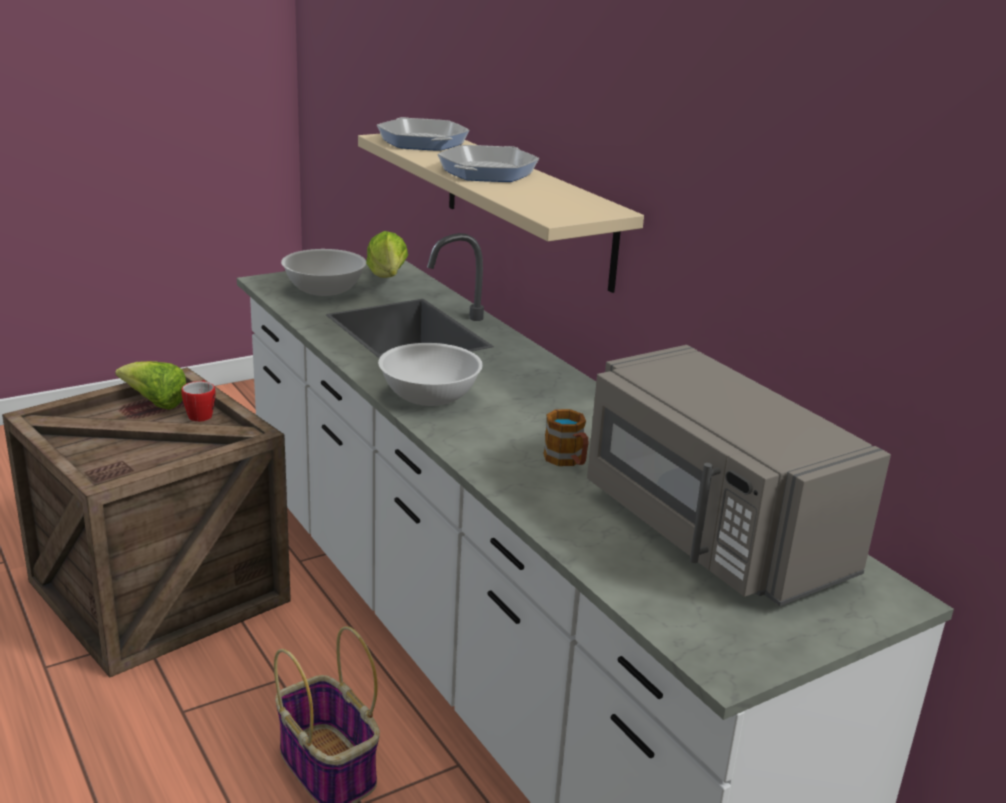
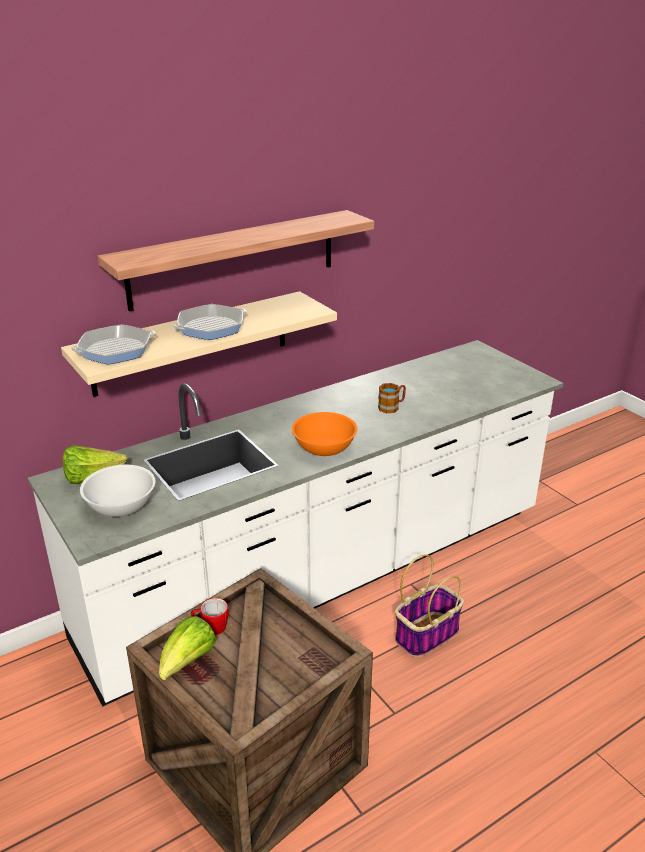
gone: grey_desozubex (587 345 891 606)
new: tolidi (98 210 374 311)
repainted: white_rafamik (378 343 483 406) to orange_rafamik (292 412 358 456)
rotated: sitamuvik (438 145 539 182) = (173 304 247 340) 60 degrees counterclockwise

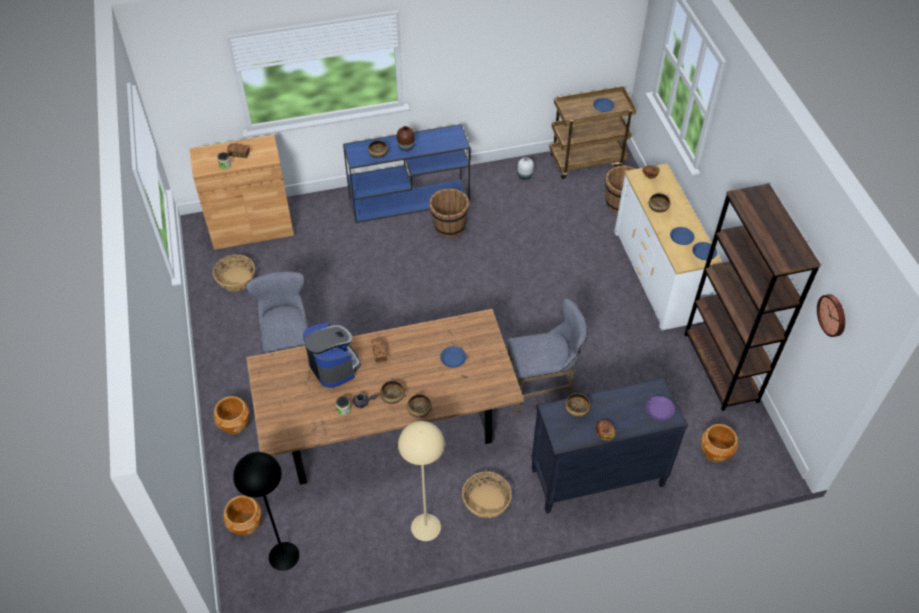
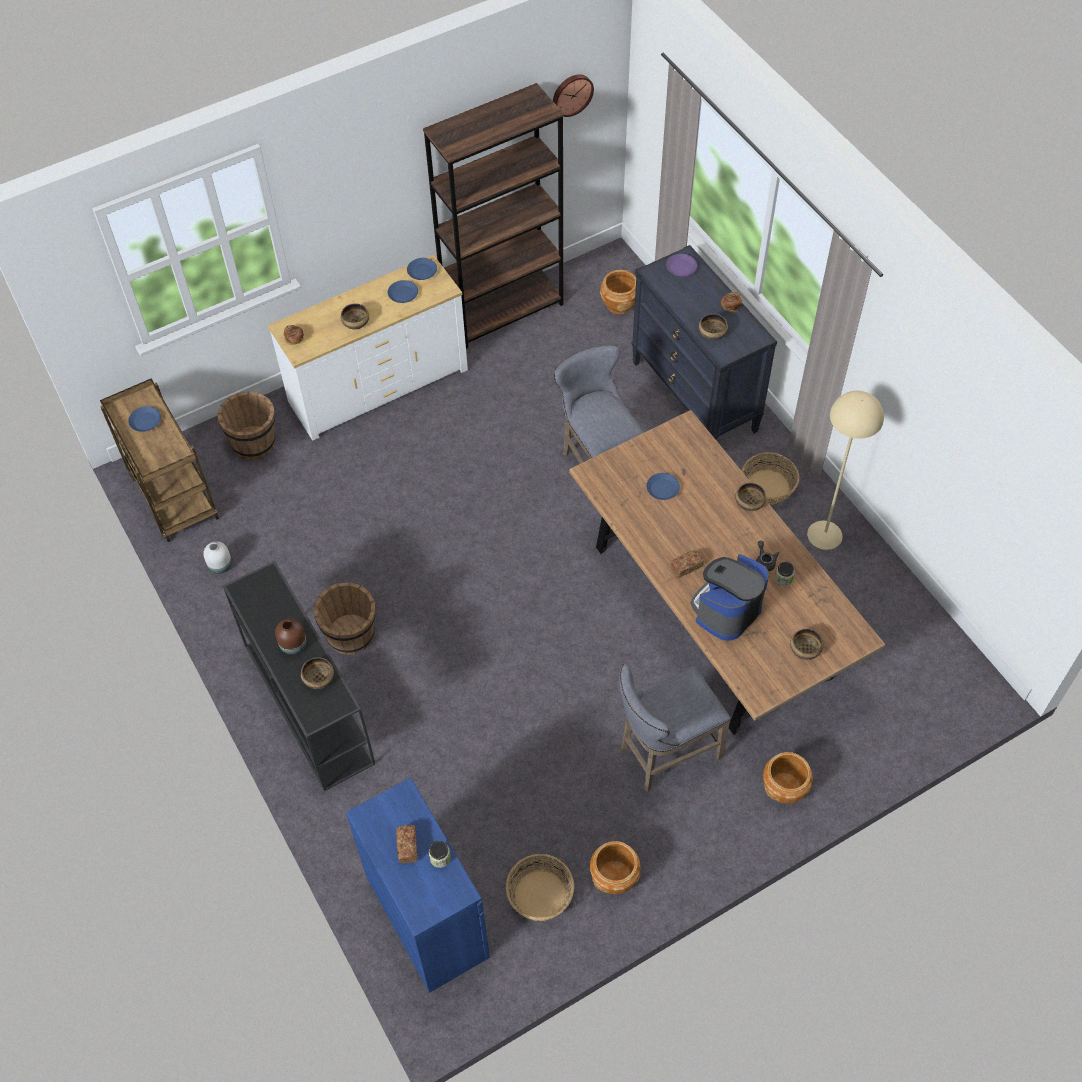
gone: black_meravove (233 452 299 571)
shifted: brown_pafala (223 495 262 536) to (590 841 641 894); rafamik (380 381 405 404) to (790 628 823 660)
repainted: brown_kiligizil (189 135 294 250) to blue_kiligizil (346 777 490 993); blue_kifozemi (343 124 470 223) to black_kifozemi (223 561 375 791)

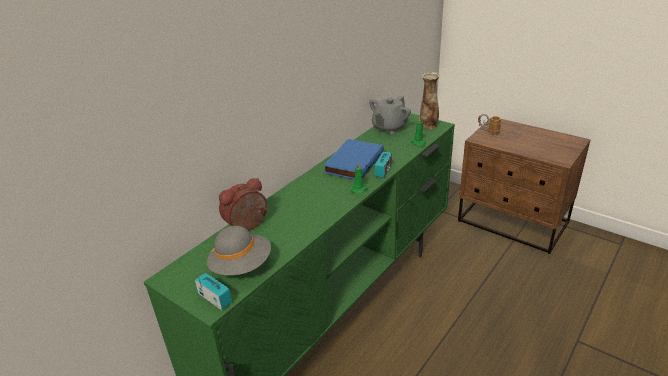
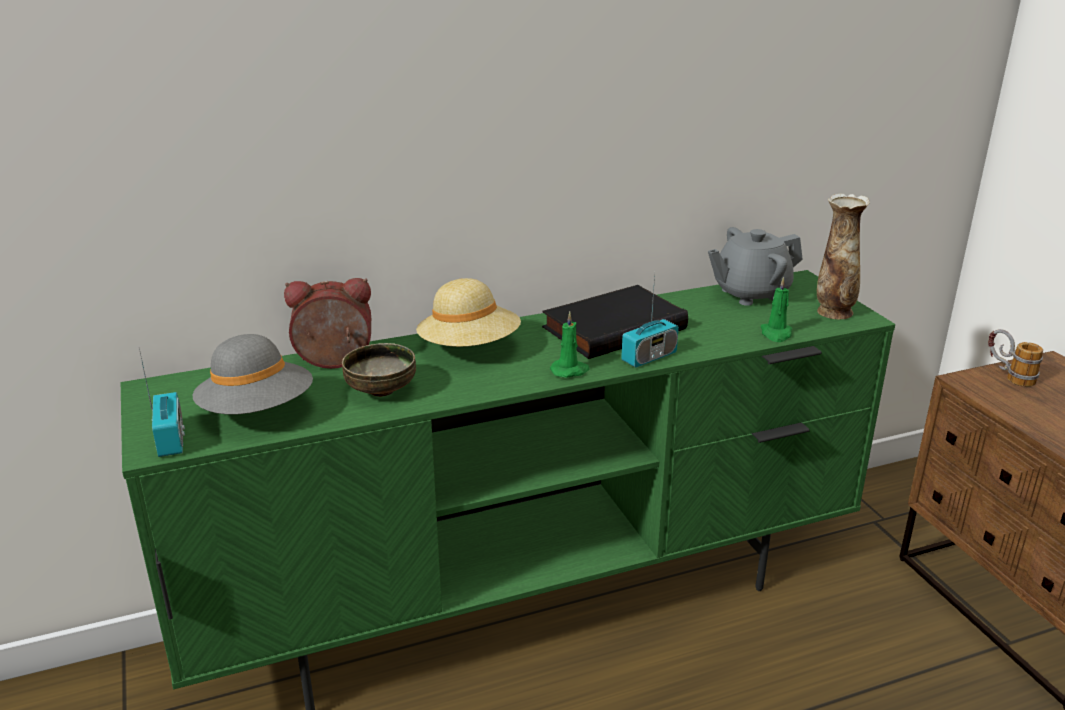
new: rafamik (342 343 416 397); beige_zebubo (416 278 521 347)
repainted: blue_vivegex (323 139 384 180) to black_vivegex (542 285 688 359)

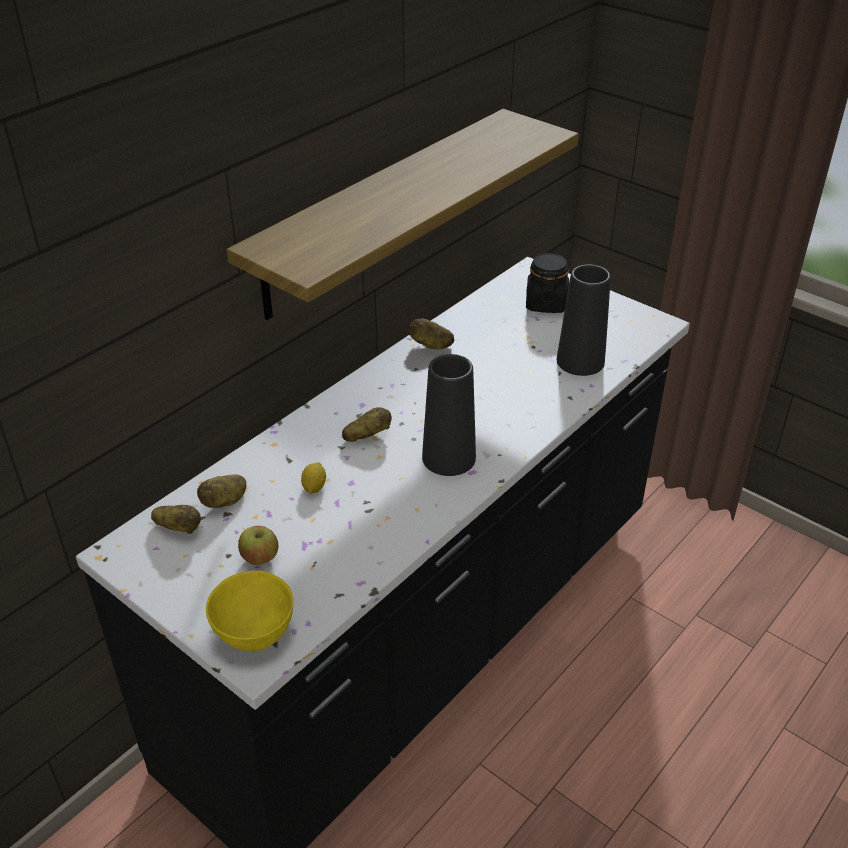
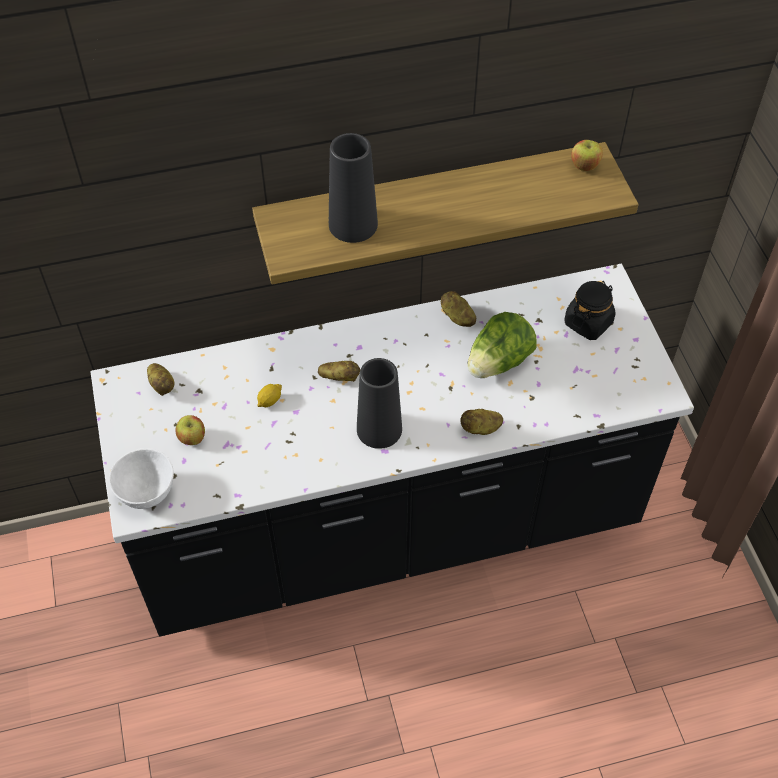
new: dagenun (468 312 537 378); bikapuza (571 140 603 171)
shifted: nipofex (197 475 246 508) to (460 409 503 435); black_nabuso (557 264 611 376) to (329 133 378 243)
repainted: yellow_rafamik (206 570 294 651) to white_rafamik (109 448 174 509)

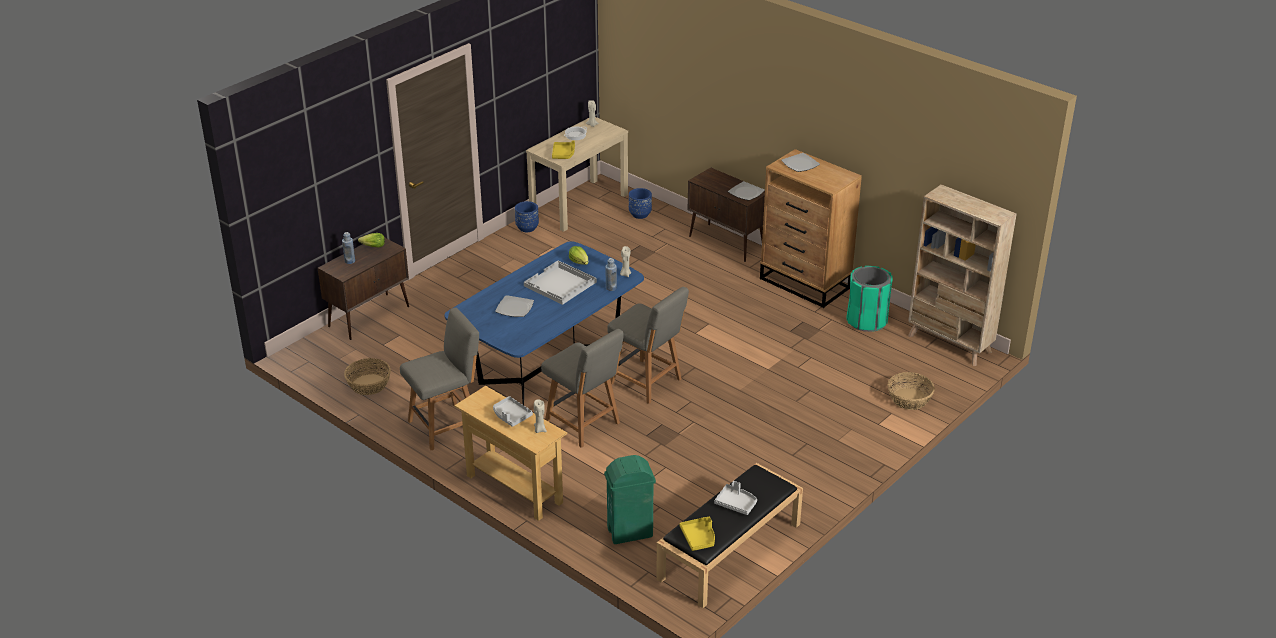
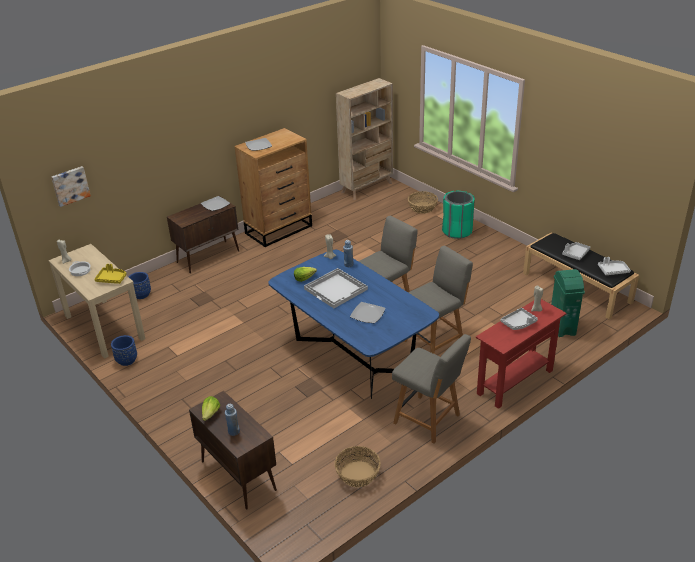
new: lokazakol (51 166 91 207)
shifted: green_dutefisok (846 266 893 332) to (442 191 475 239)
repainted: beige_kifozemi (455 386 567 521) to red_kifozemi (476 299 567 409); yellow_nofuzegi (680 517 715 551) to white_nofuzegi (598 257 631 275)
rotated: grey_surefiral (400 308 479 450) = (392 334 471 444) 150 degrees clockwise

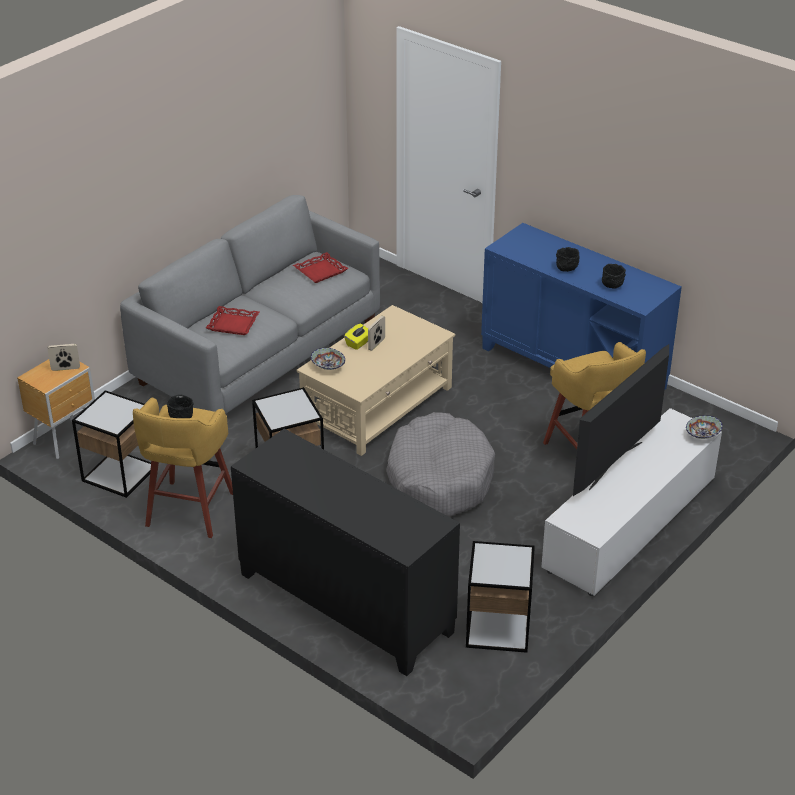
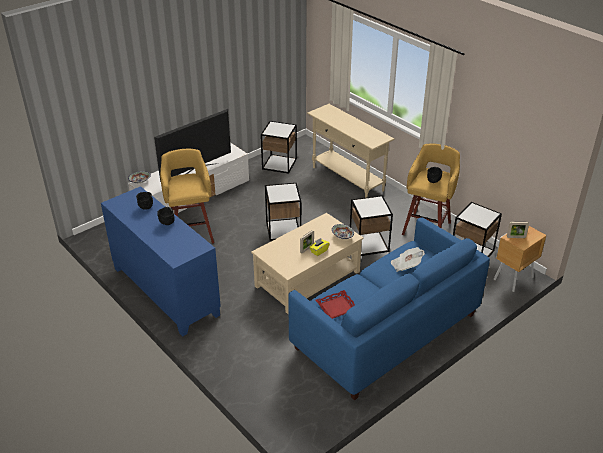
swapped: red_nofuzegi (206 306 259 335) to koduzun (390 247 425 272); black_kiligizil (231 429 460 676) to beige_kifozemi (307 104 395 198); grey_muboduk (386 412 495 517) to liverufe (265 183 301 241)
repainted: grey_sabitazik (120 195 380 414) to blue_sabitazik (288 217 490 400)

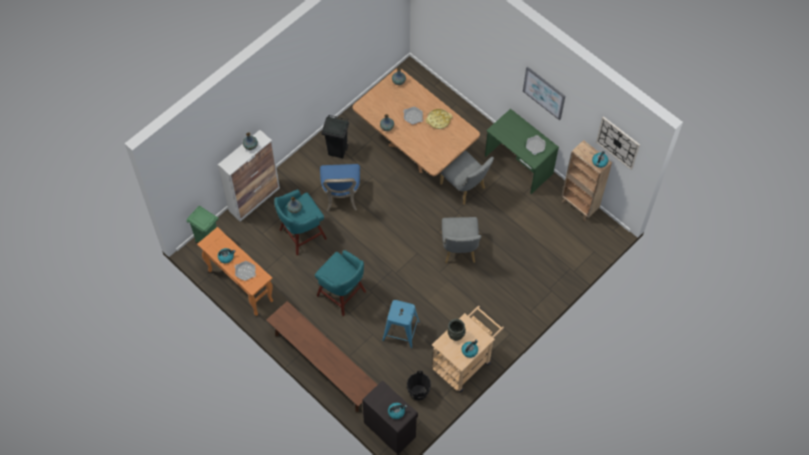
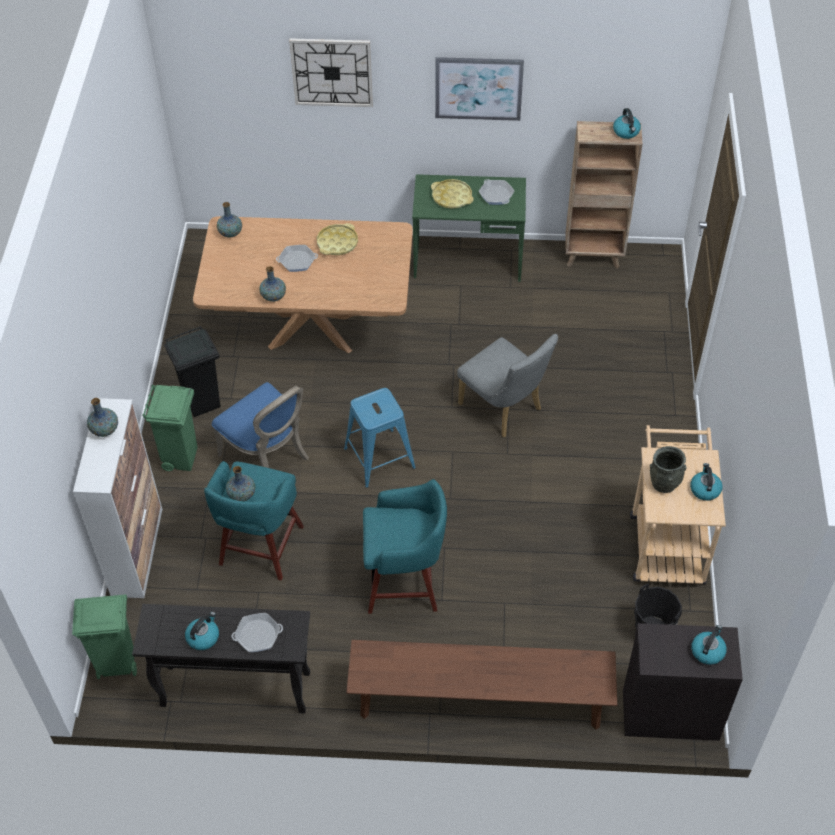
gone: grey_surefiral (440 150 494 205)
new: green_dutefisok (142 385 198 471); yellow_nofuzegi (431 179 474 209)
shifted: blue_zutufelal (382 300 420 348) to (344 388 416 488); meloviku (596 116 640 170) to (289 38 373 107)
repainted: orange_kifozemi (197 227 273 316) to black_kifozemi (132 604 310 714)

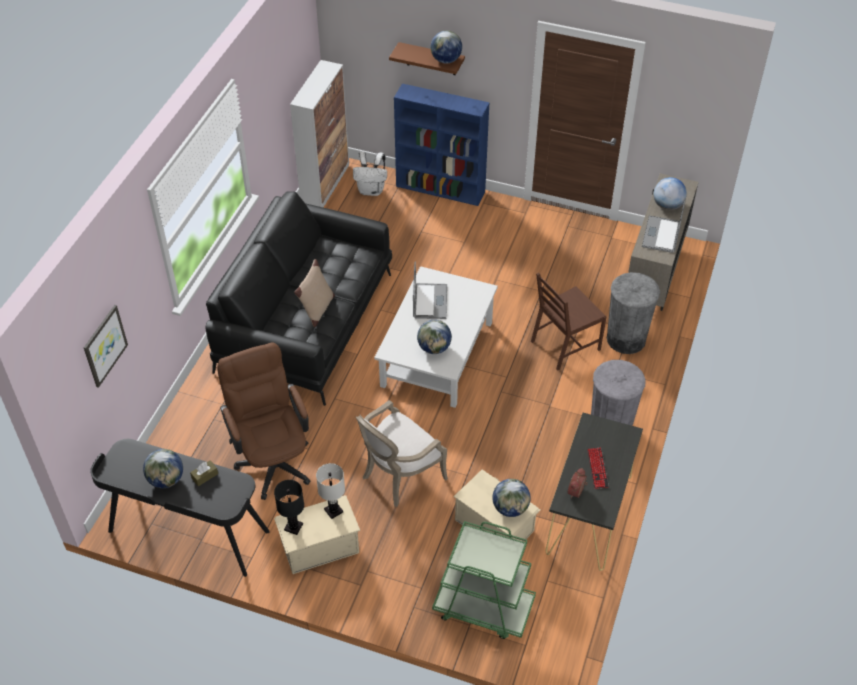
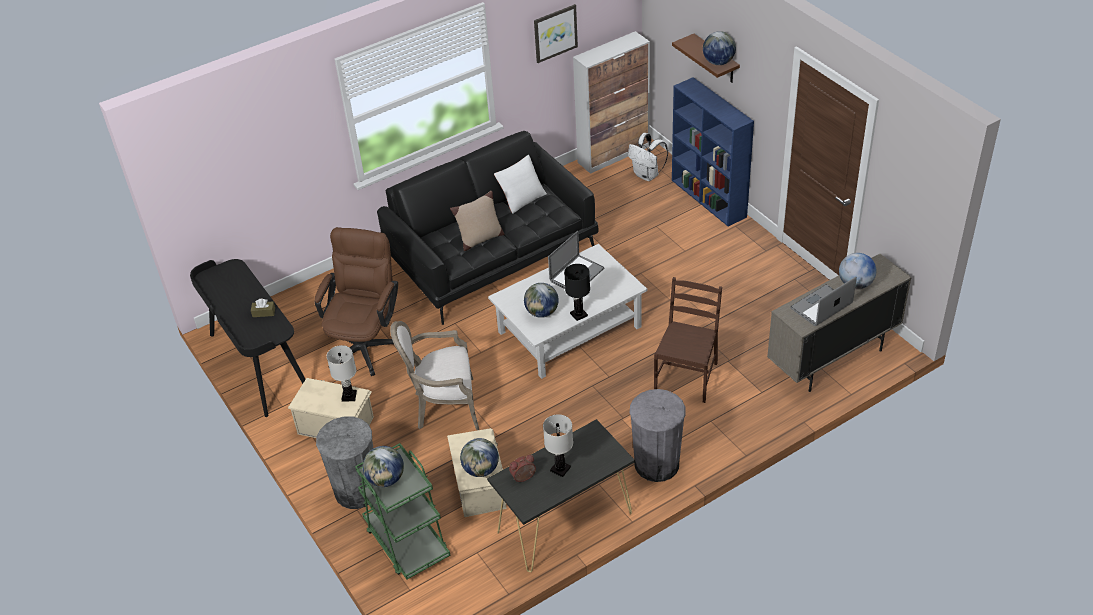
new: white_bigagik (494 155 547 214)
shifted: lokazakol (84 305 128 388) to (534 4 578 63); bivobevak (143 449 183 488) to (363 446 404 487); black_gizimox (274 480 304 535) to (564 264 590 321); grey_dutefisok (607 272 660 354) to (316 416 373 509)
swapped: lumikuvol (587 447 609 489) to white_gizimox (543 414 573 477)
rotated: brown_surefiral (531 273 606 371) = (654 277 722 403) 105 degrees clockwise

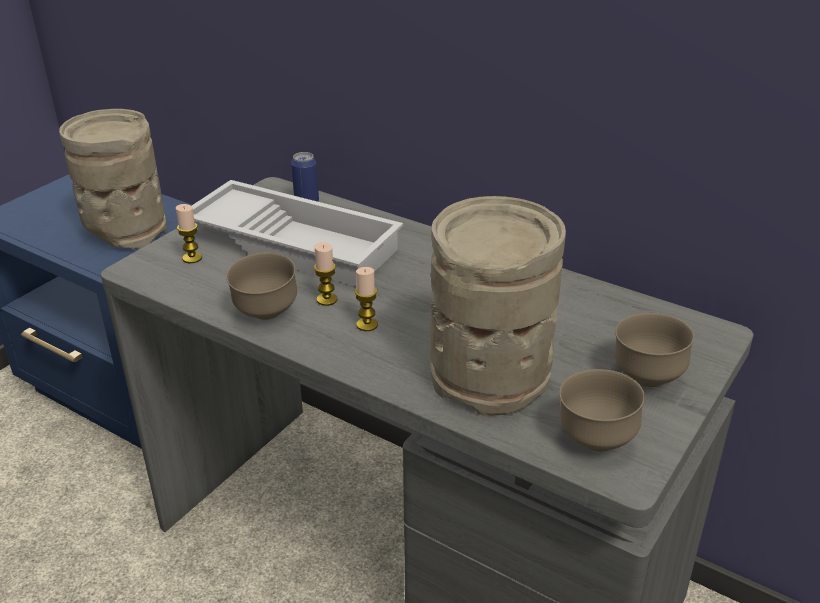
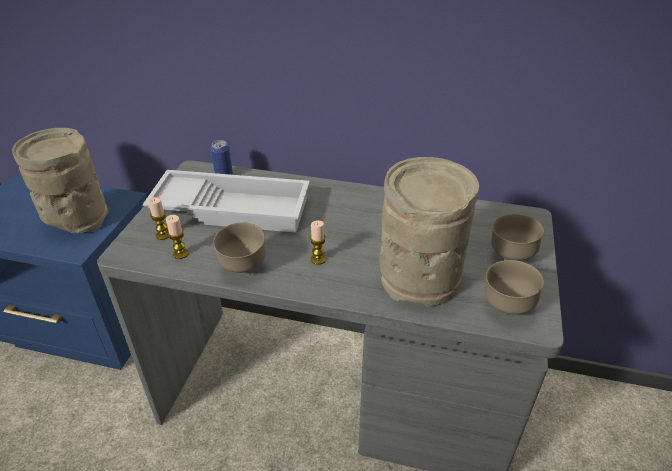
shifted: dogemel (314 242 338 306) to (166 215 189 259)

